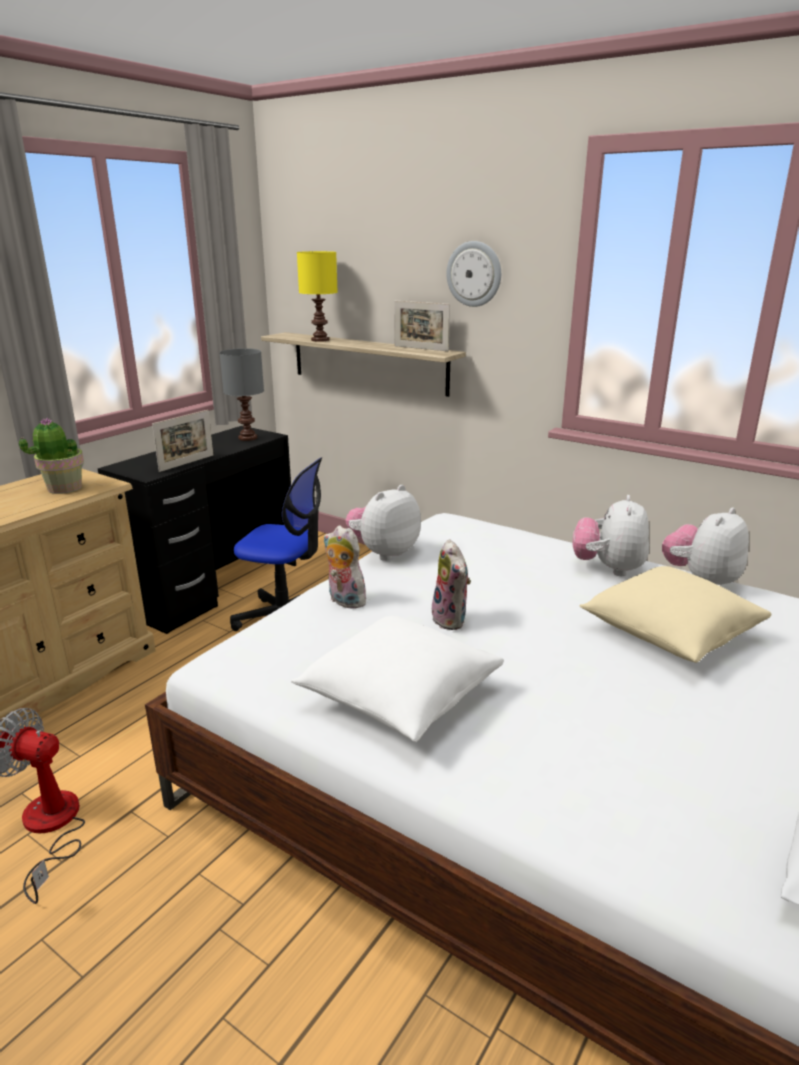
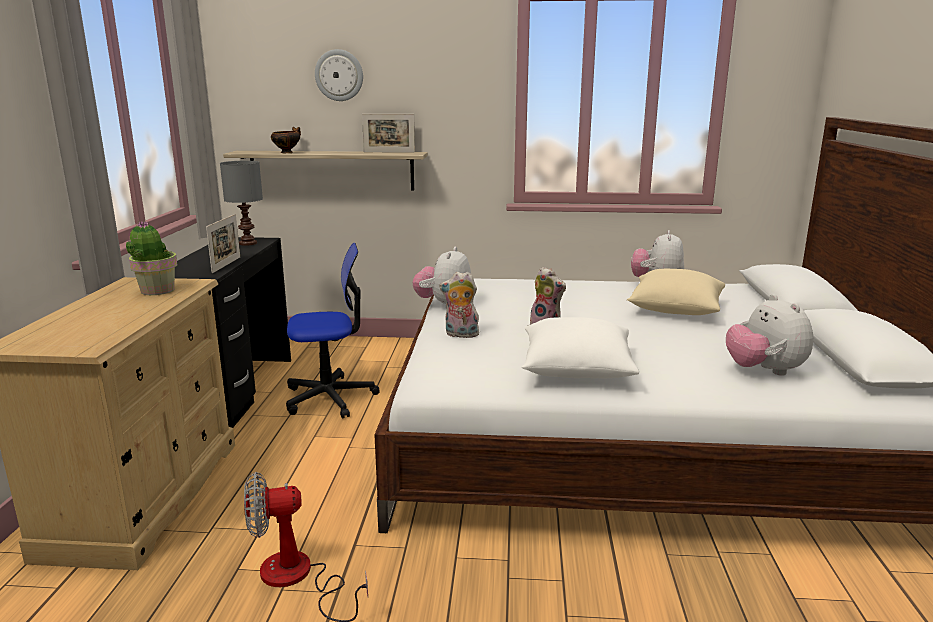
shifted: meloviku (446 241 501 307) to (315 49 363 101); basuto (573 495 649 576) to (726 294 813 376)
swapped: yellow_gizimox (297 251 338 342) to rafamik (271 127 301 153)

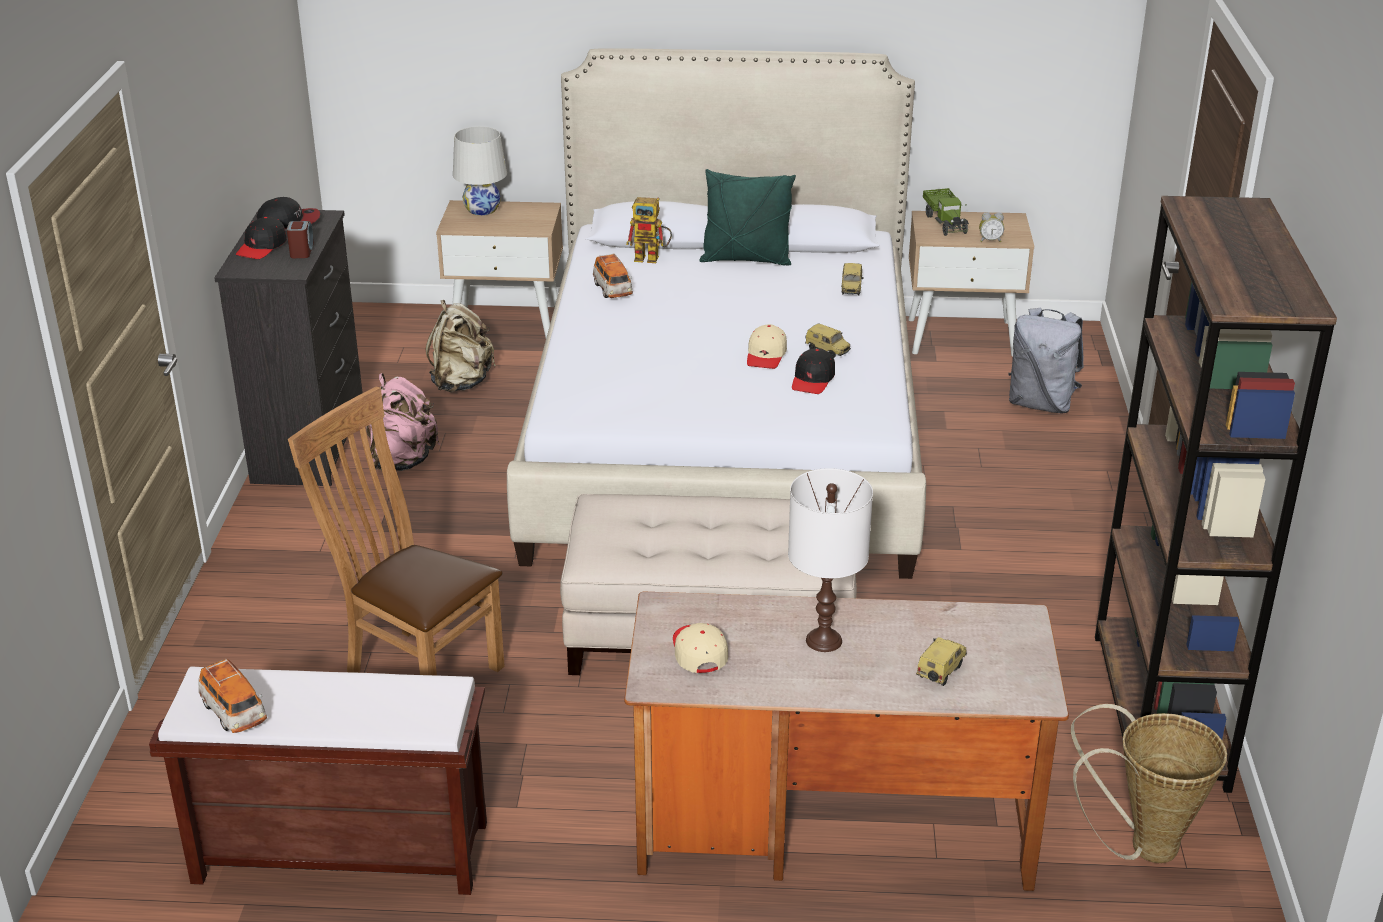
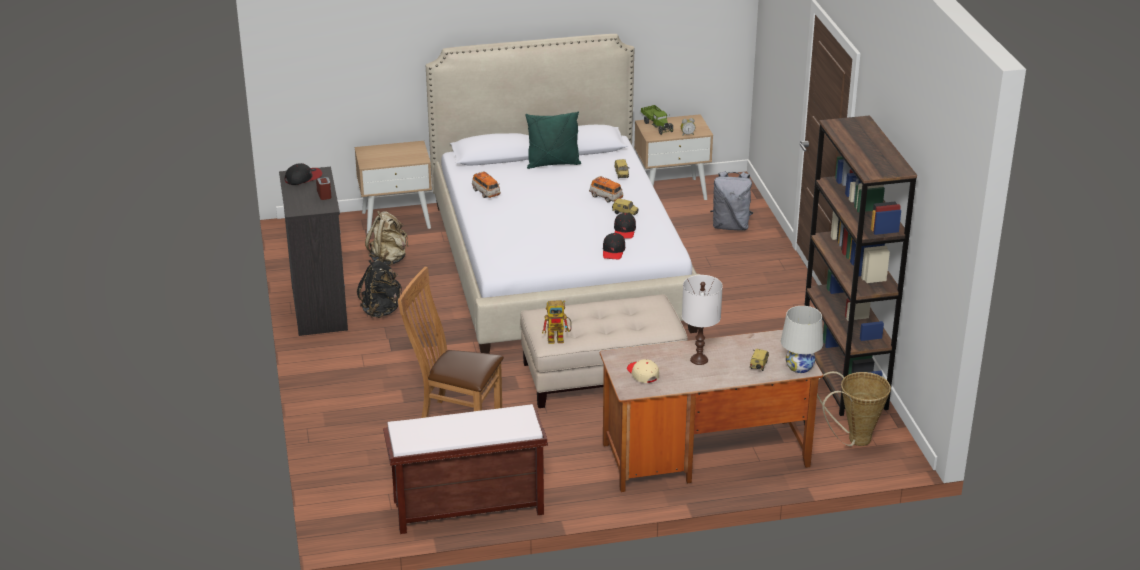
gone: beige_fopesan (747 324 787 369)
shifted: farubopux (199 659 267 733) to (589 176 623 203); black_fopesan (236 216 287 259) to (603 233 625 259); white_gizimox (453 126 507 215) to (781 306 823 373); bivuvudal (626 197 672 263) to (542 300 572 344)
repainted: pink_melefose (366 373 440 471) to black_melefose (357 260 402 318)

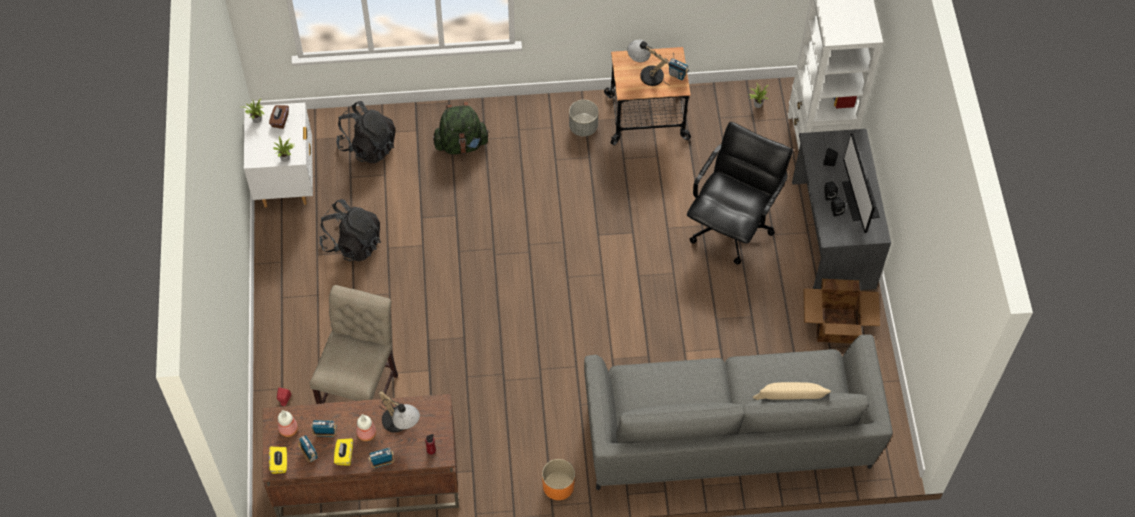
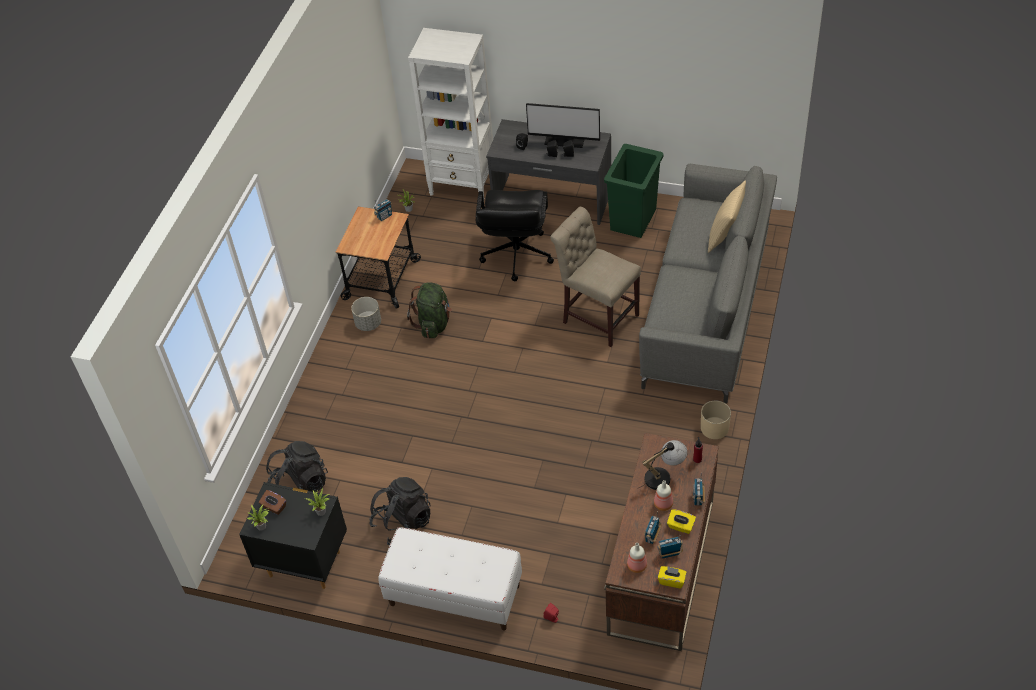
gone: gizimox (627 40 669 86)
new: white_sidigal (378 527 522 631)
shifted: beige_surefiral (310 285 398 404) to (550 207 641 347); green_melefose (433 102 490 155) to (407 282 452 338)
swapped: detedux (803 279 880 344) to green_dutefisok (604 144 663 238)
repainted: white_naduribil (244 103 313 208) to black_naduribil (239 482 347 589); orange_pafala (542 459 575 500) to beige_pafala (701 400 731 439)
rotated: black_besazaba (687 122 793 264) = (475 190 554 281) 135 degrees counterclockwise

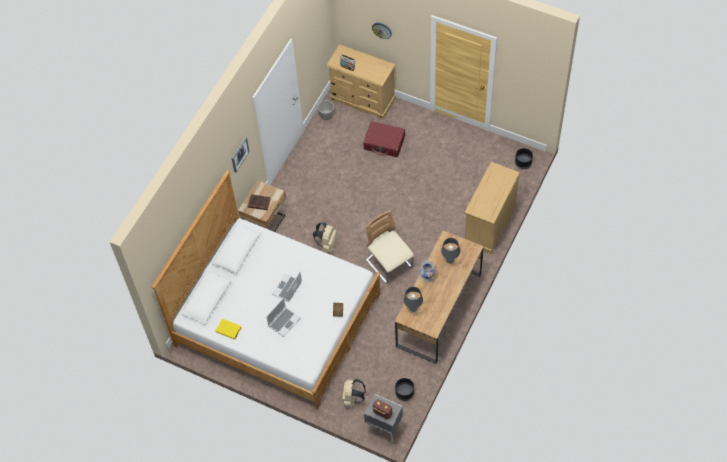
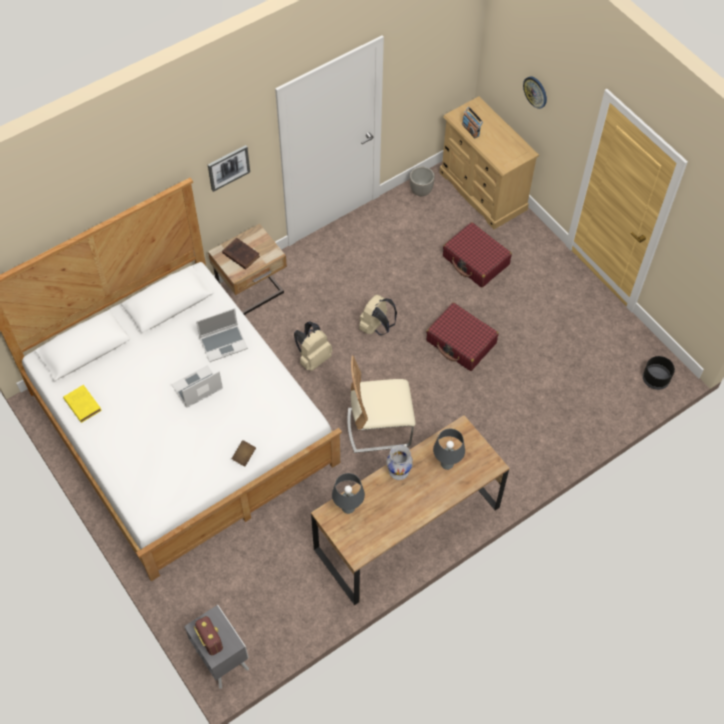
gone: black_pafala (395 378 414 401); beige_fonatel (464 162 520 254)
new: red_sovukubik (426 303 499 371)
shifted: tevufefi (266 298 301 337) to (196 308 248 362); beige_melefose (342 379 365 407) to (359 295 397 335)
rotated: beige_surefiral (366 211 414 284) = (347 356 416 453) 90 degrees counterclockwise

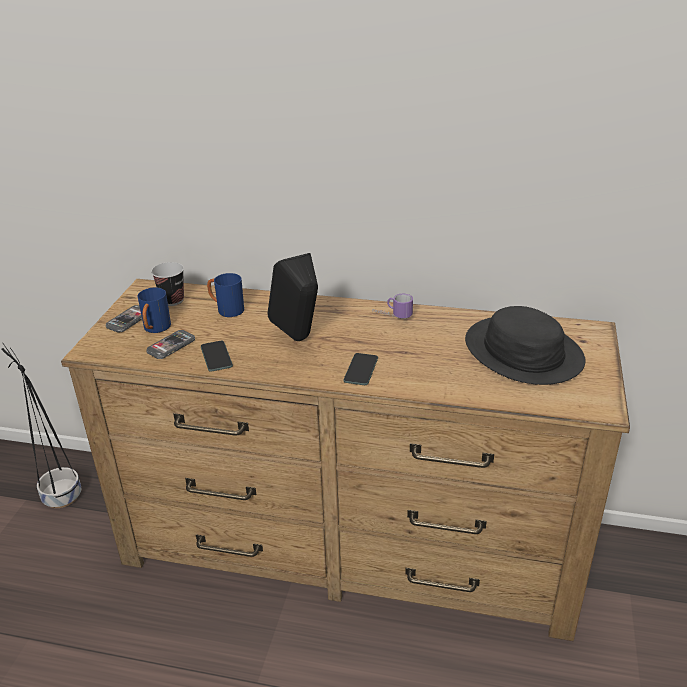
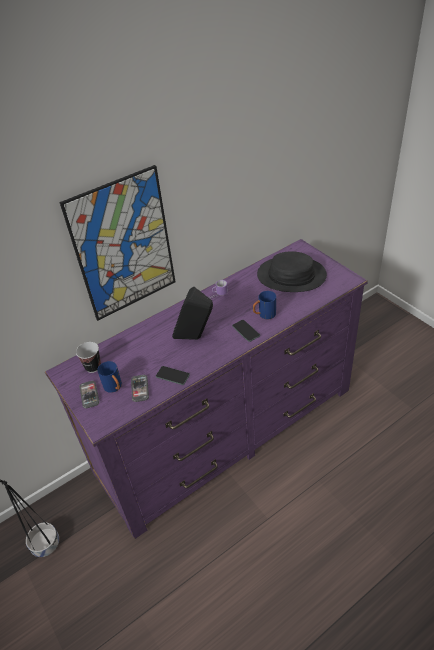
new: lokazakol (60 165 176 321)
shifted: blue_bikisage (207 273 244 317) to (253 291 276 319)
repainted: brown_fonatel (61 279 630 641) to purple_fonatel (45 239 368 539)

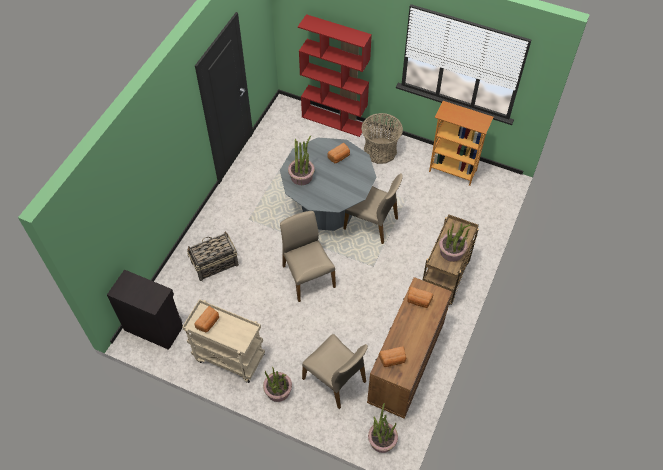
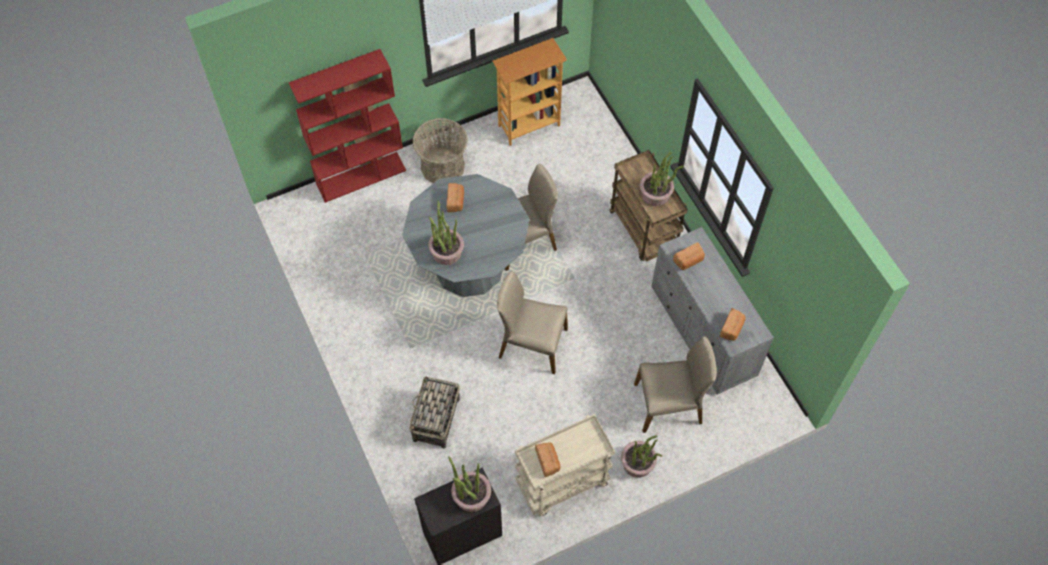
shifted: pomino (368 403 398 453) to (448 456 491 512)
repainted: brown_fonatel (367 277 452 418) to grey_fonatel (651 227 774 395)

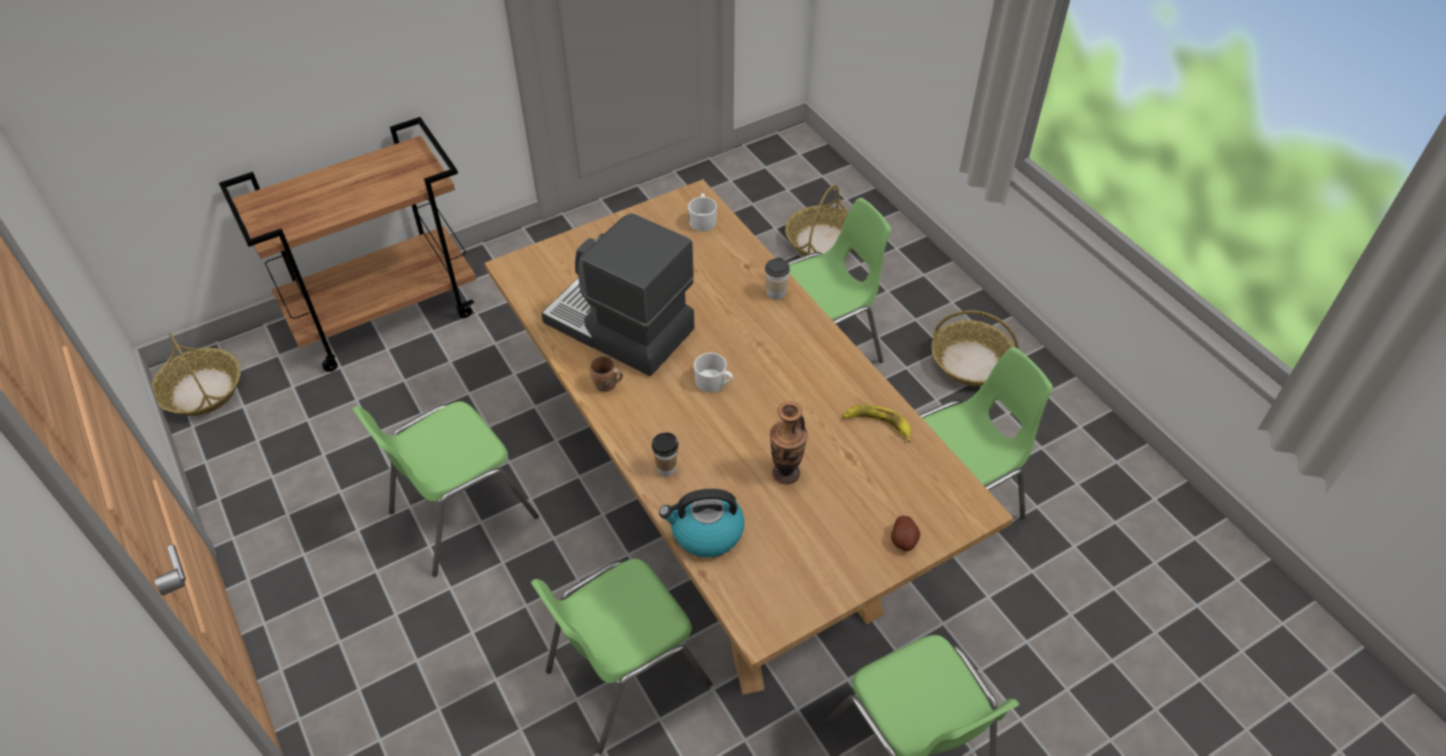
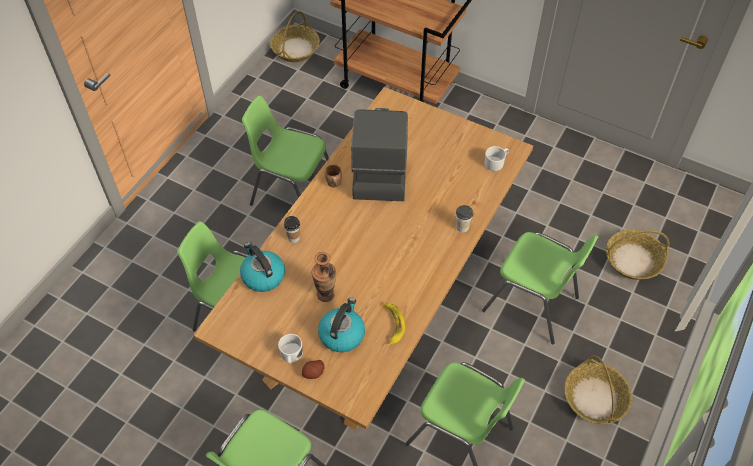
new: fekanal (318 297 365 352)
shifted: white_bikisage (694 353 733 393) to (278 334 303 364)

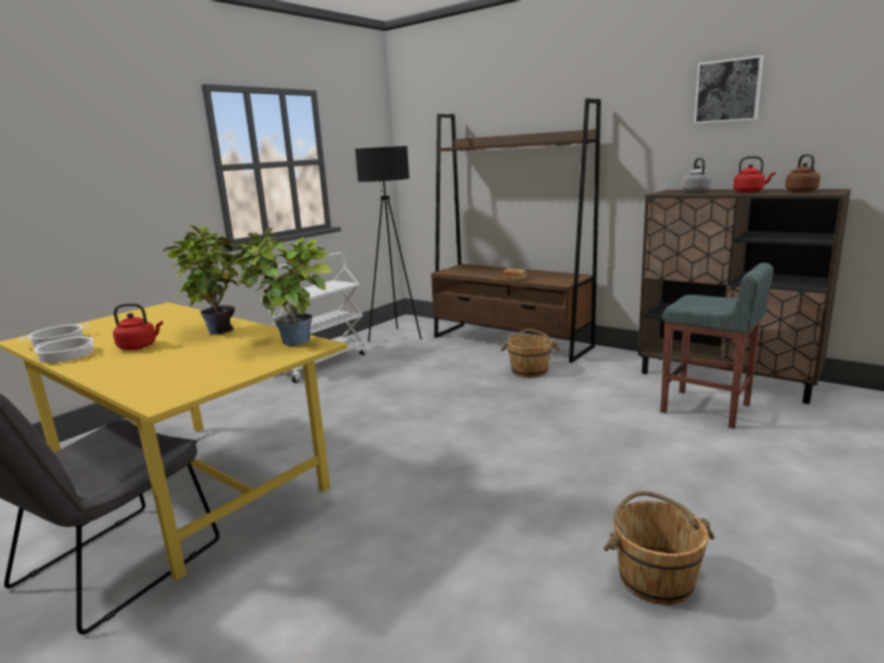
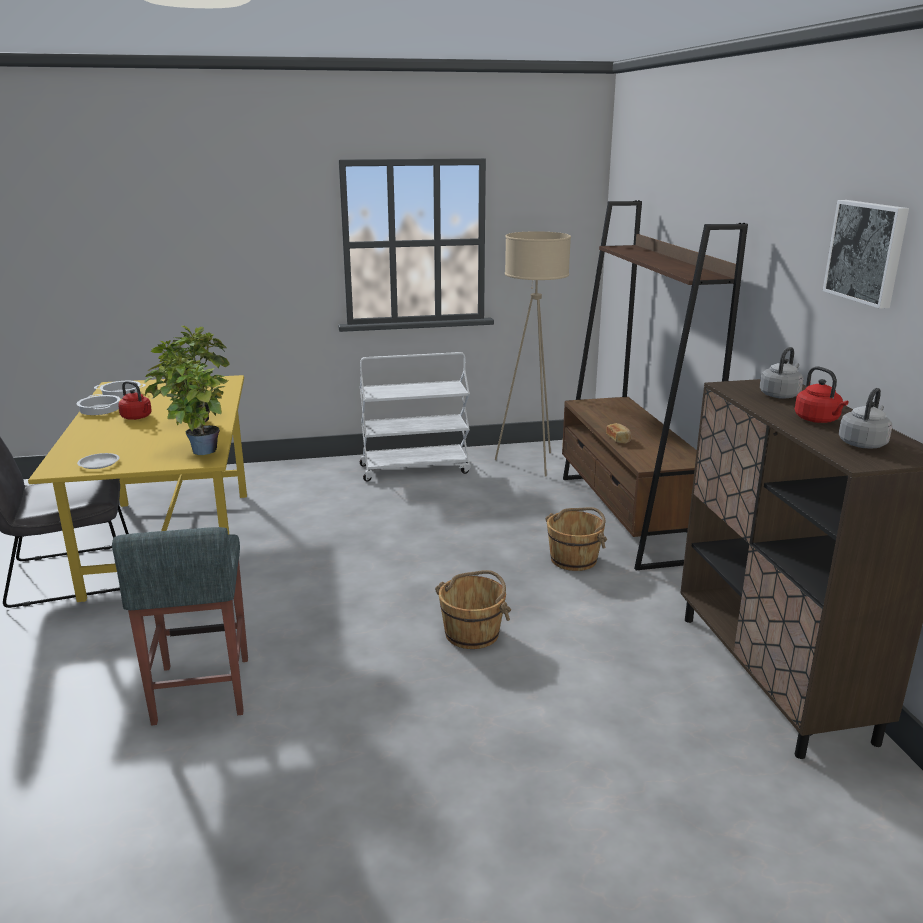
new: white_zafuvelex (77 453 119 469)
shifted: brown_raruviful (603 491 715 605) to (435 570 511 649); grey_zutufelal (661 263 774 429) to (112 527 248 726)
repainted: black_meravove (355 146 422 342) to beige_meravove (495 231 571 477); brown_fekanal (785 154 820 192) to grey_fekanal (839 388 892 449)

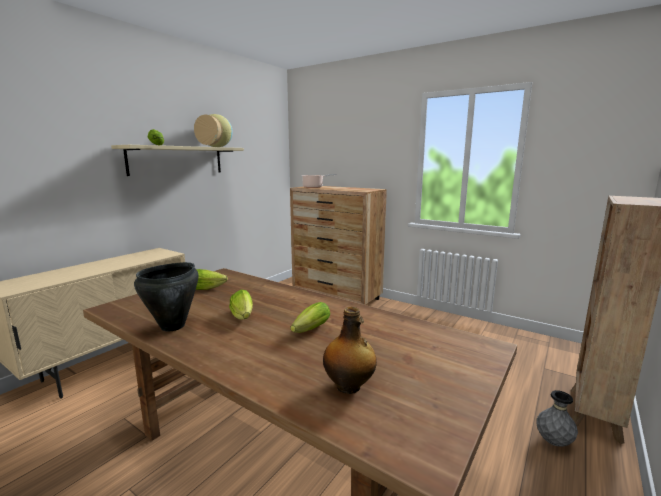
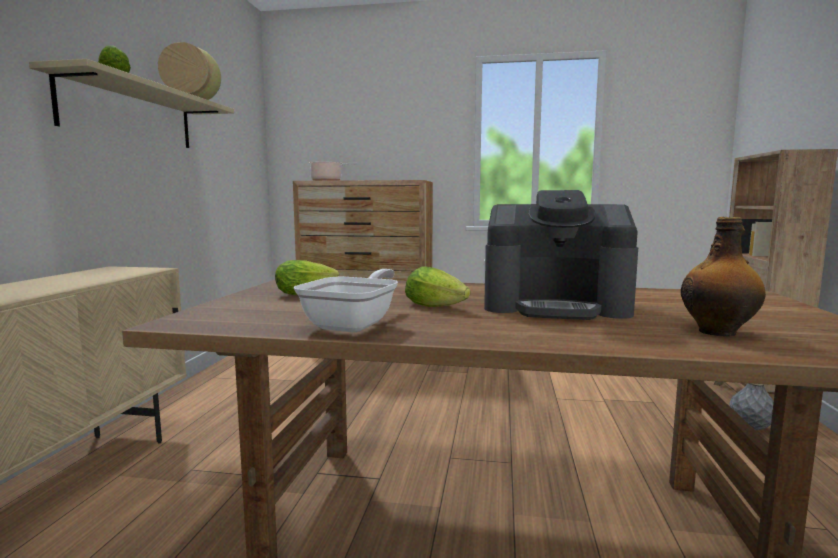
swapped: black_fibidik (134 262 198 332) to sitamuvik (294 269 398 332); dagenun (290 302 330 333) to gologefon (484 190 638 320)

